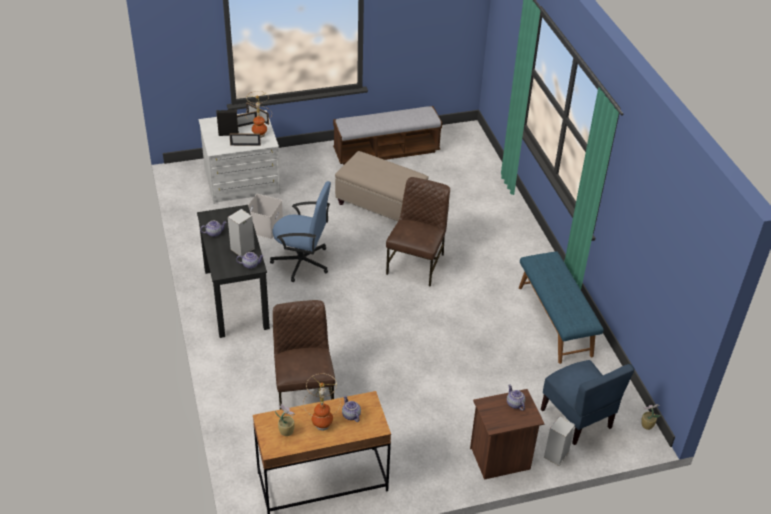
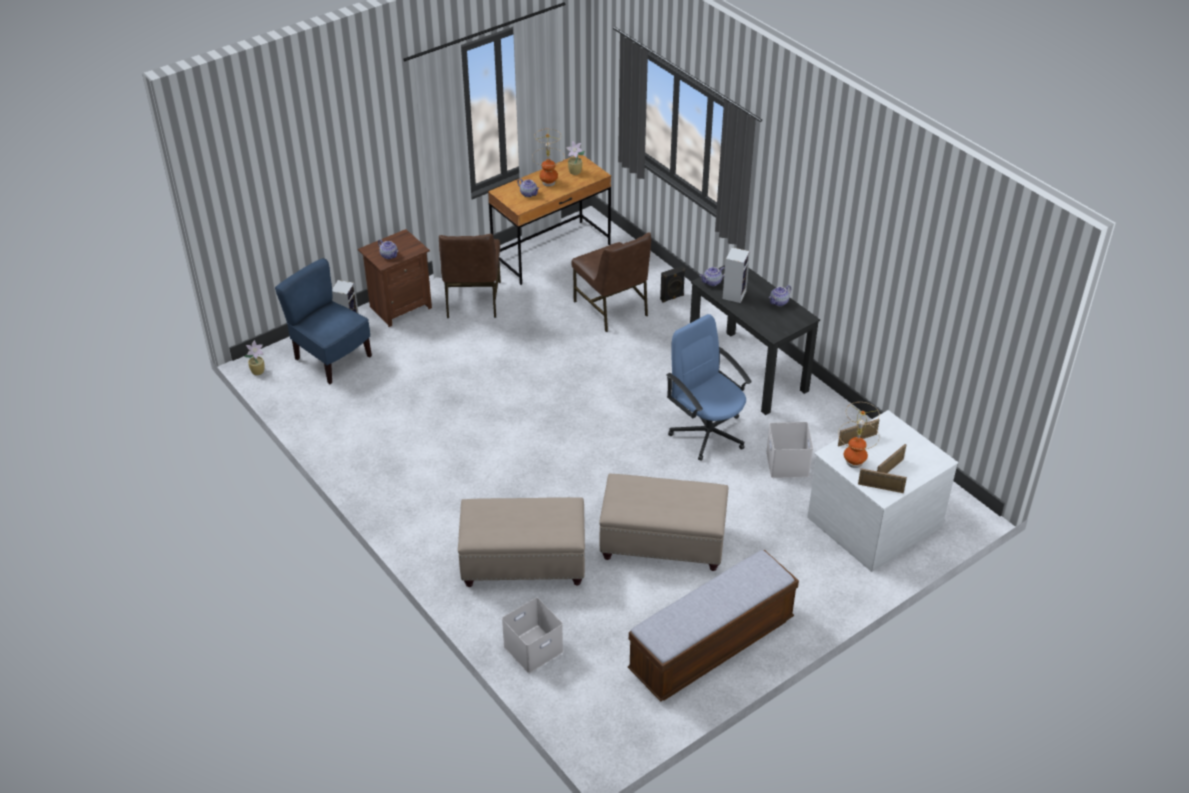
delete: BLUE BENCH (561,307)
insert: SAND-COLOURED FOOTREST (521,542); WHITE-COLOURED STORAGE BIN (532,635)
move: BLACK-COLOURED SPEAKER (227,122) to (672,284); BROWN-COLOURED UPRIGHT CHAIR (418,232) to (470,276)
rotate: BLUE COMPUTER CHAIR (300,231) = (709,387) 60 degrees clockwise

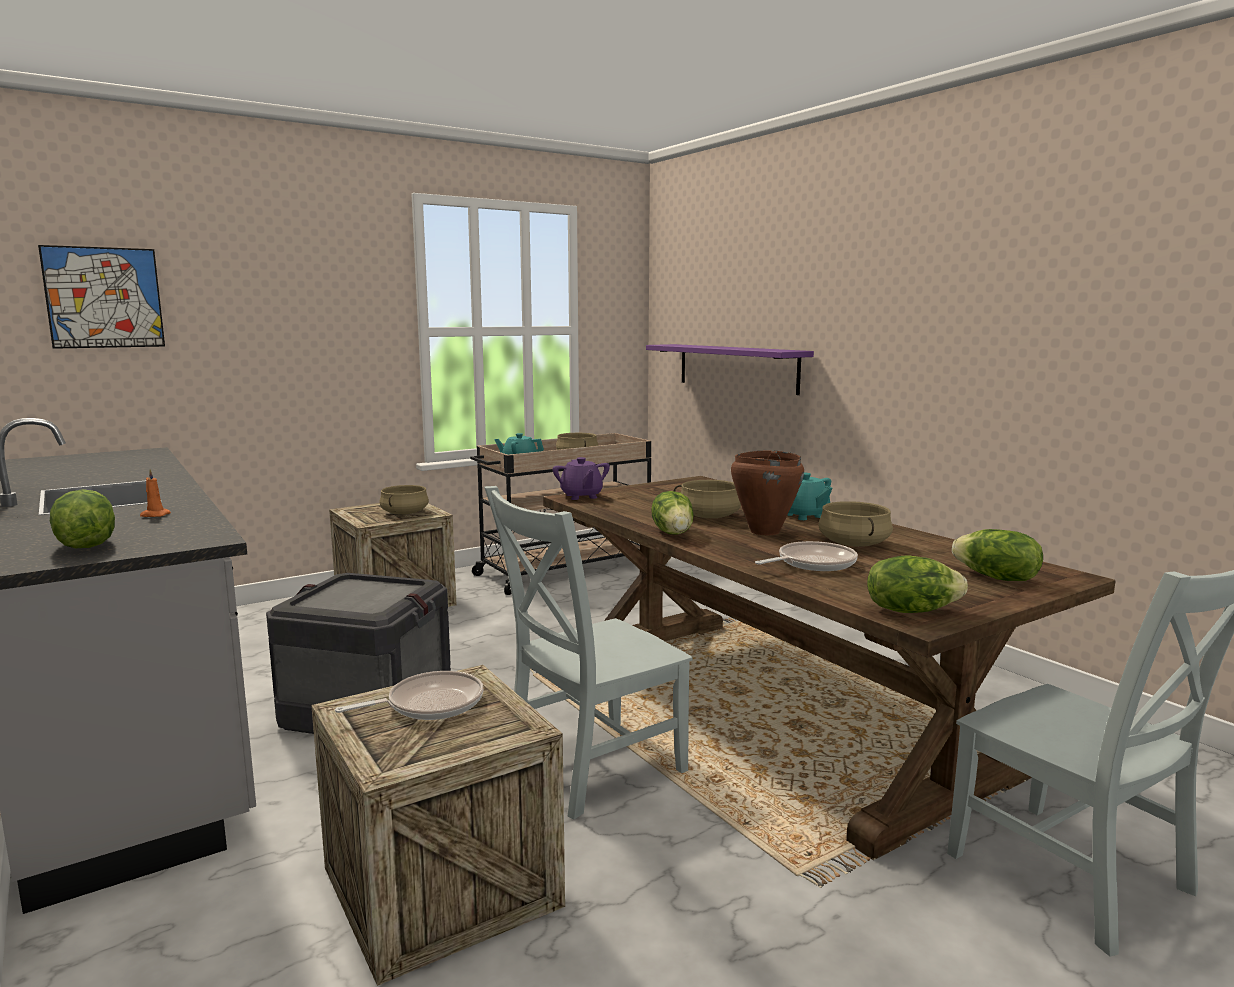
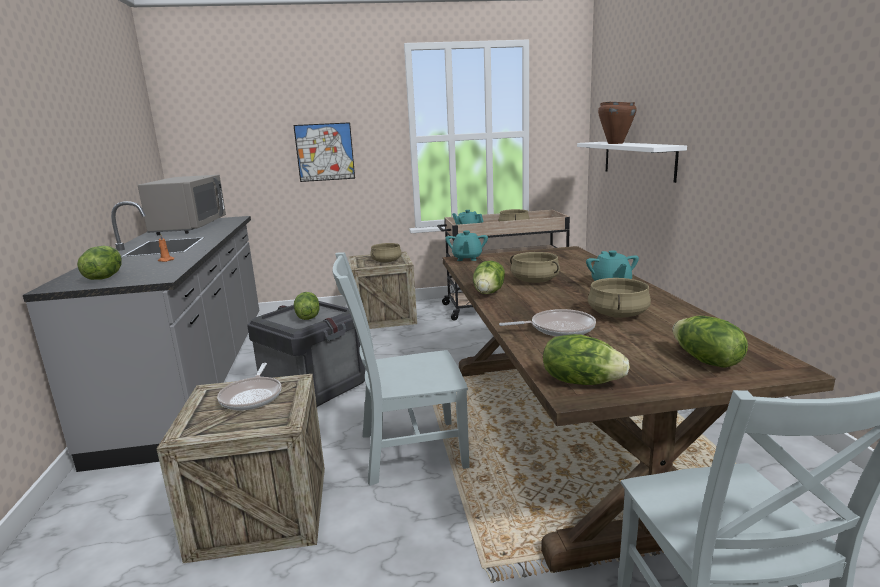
insert: GRAY MICROWAVE OVEN (182,205); HEAD OF LETTUCE (306,306)
move: PICTURE (101,297) to (324,152); BROWN-COLOURED SAUCEPOT (767,492) to (617,122)
recolor: PURPLISH WALL SHELF (730,369) to WHITE-COLOURED WALL SHELF (632,162); PURPLISH POT FOR TEA (581,478) to TURQUOISE-COLOURED POT FOR TEA (466,245)
rotate: PAN (409,695) = (249,387) 90 degrees clockwise

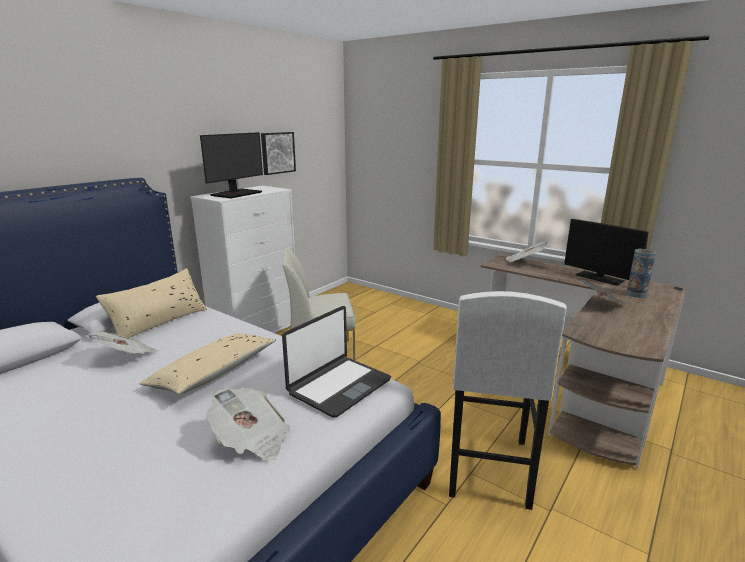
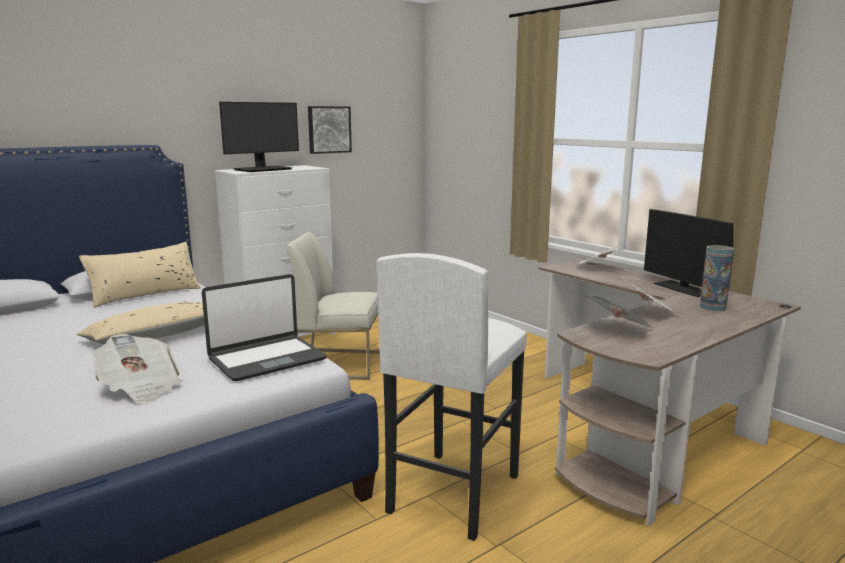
move: PRINTED PAPER (122,343) to (619,311)

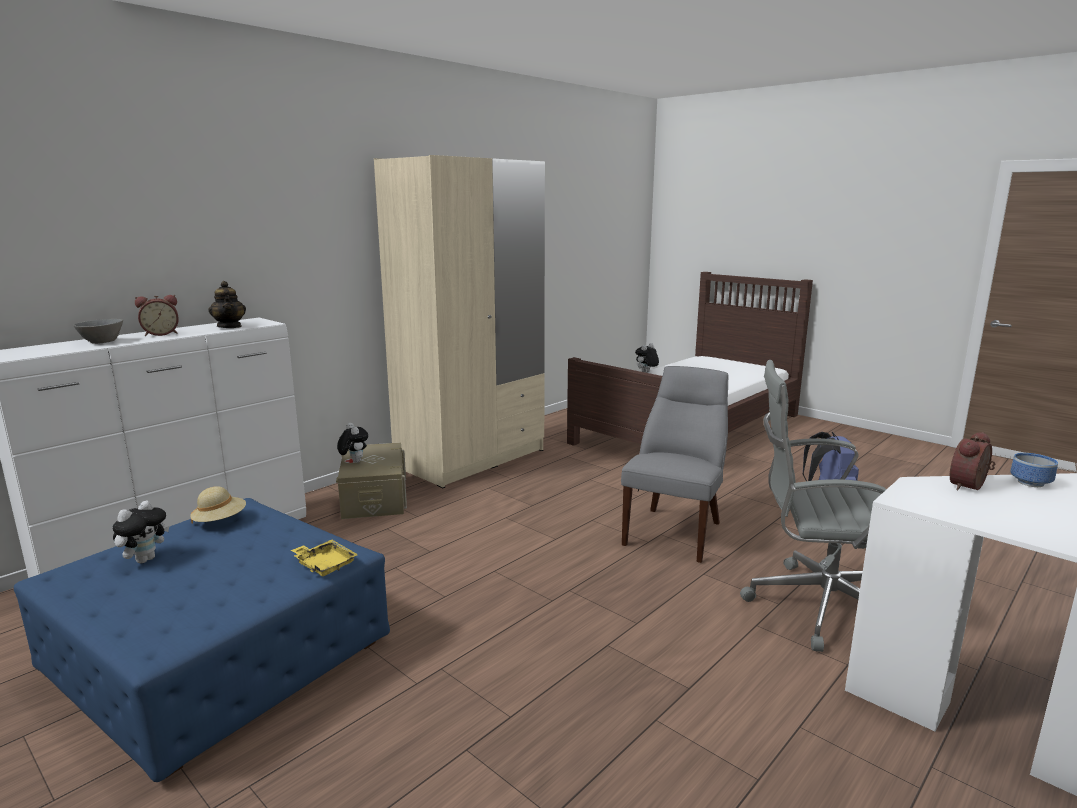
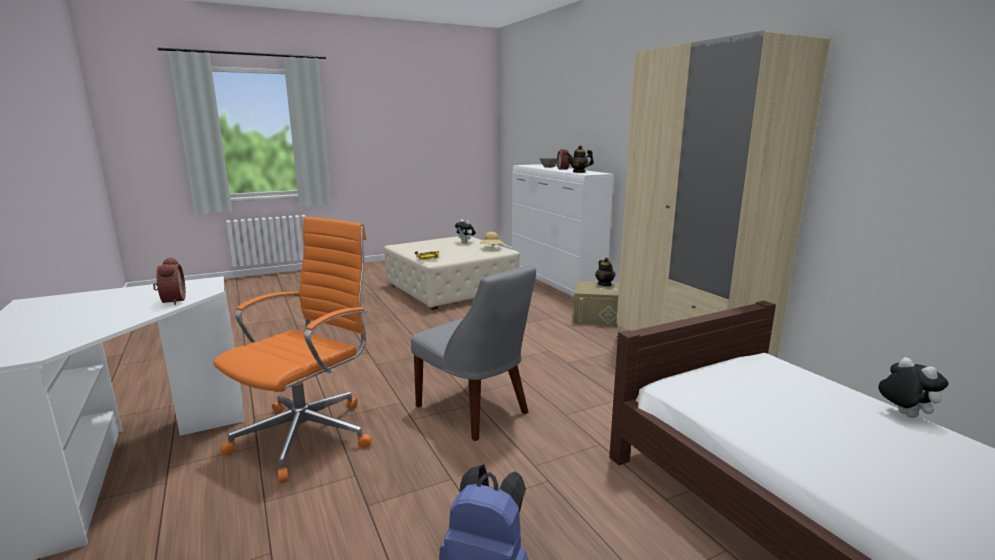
delete: BOWL (1034,470)
replace: CUDDLY TOY (352,443) to POT FOR TEA (605,272)
recolor: GRAY COMPUTER CHAIR (813,506) to ORANGE COMPUTER CHAIR (292,350); BLUE FOOTREST (202,640) to SAND-COLOURED FOOTREST (452,273)

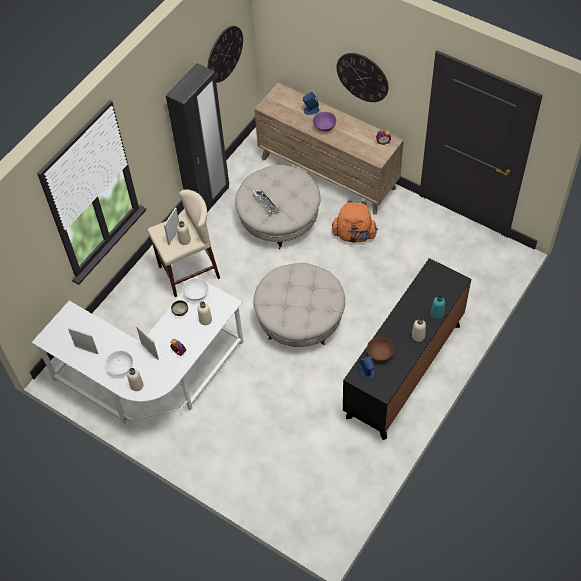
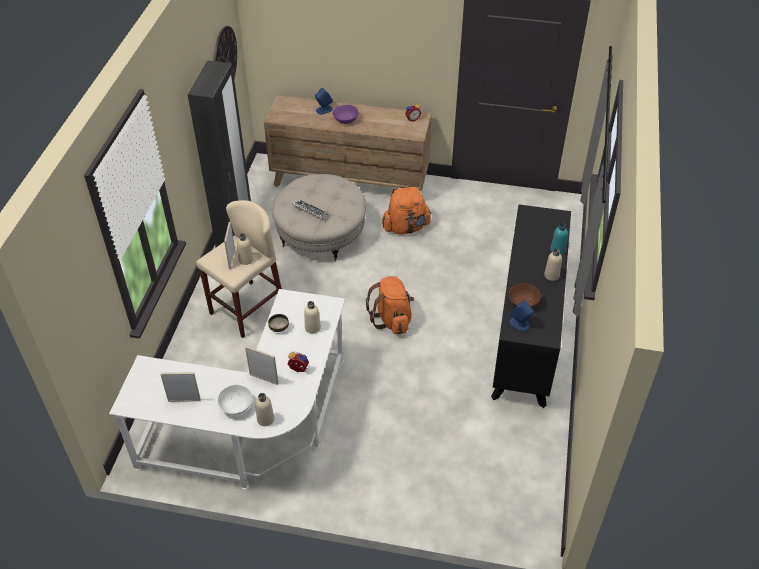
delete: CLOCK ON THE WALL (363,77); WHITE-COLOURED BOWL (195,289)
replace: SAND-COLOURED FOOTREST (299,305) to ORANGE KNAPSACK (390,305)

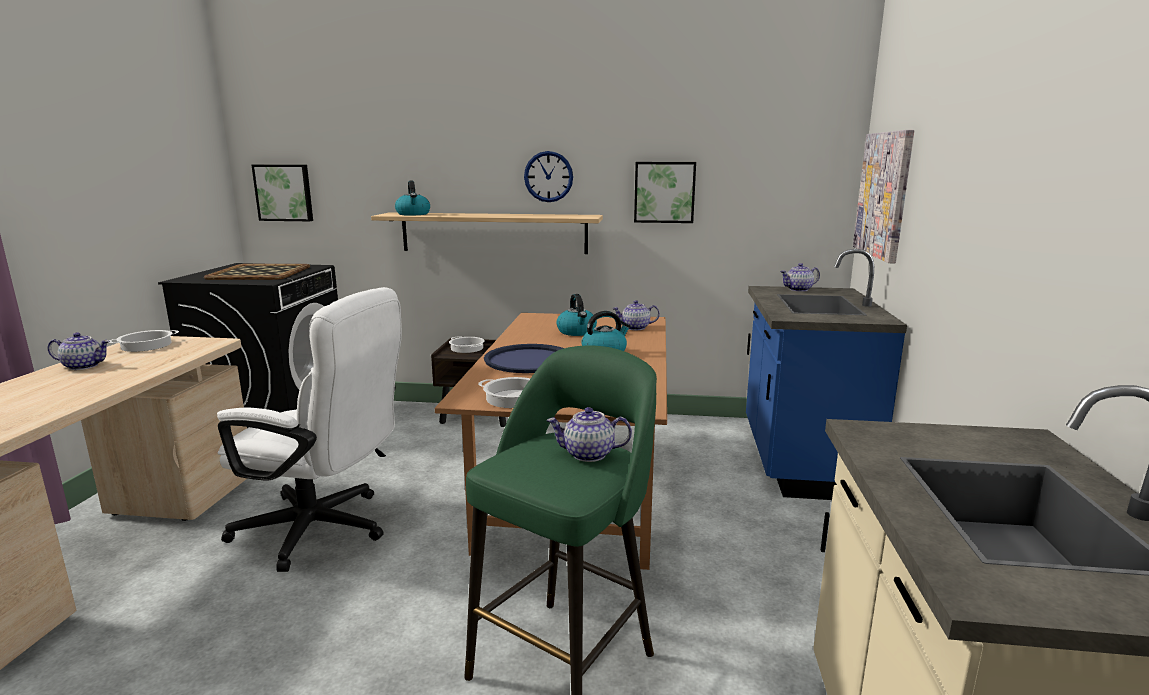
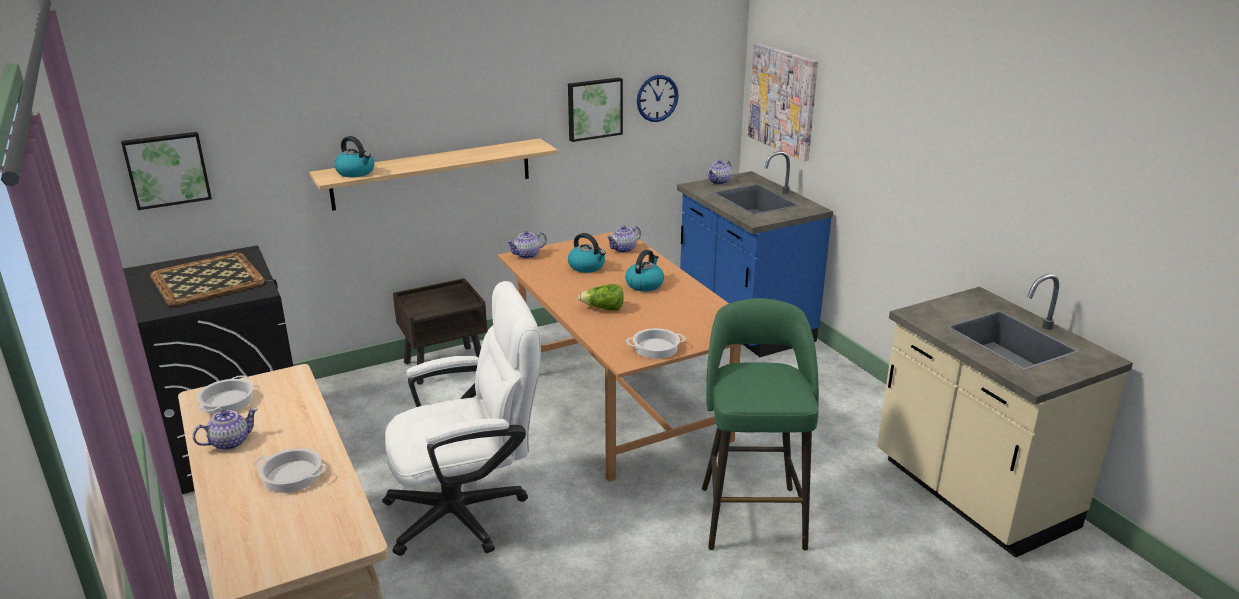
move: CLOCK ON THE WALL (548,176) to (658,98); SAUCEPOT (467,344) to (290,470); POT FOR TEA (589,434) to (527,245)
replace: BLUE SERVING TRAY (524,358) to HEAD OF LETTUCE (601,297)

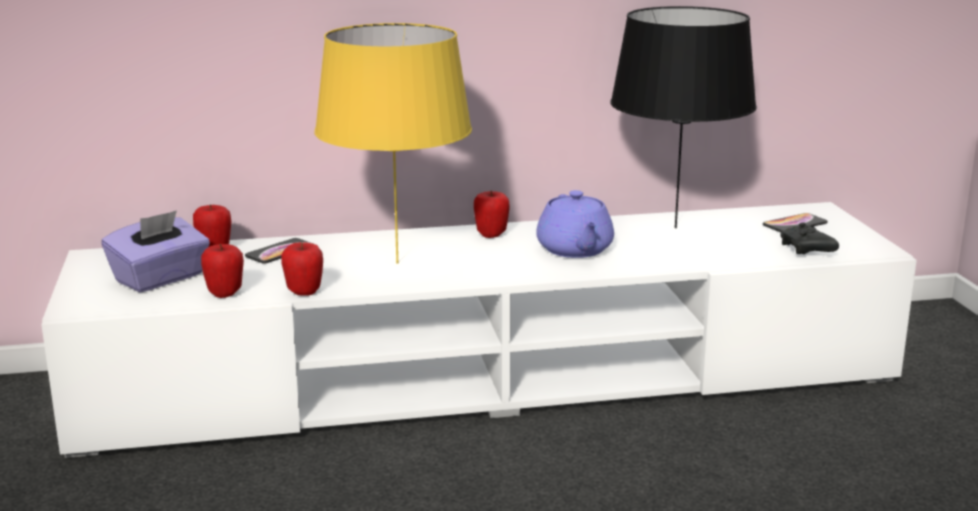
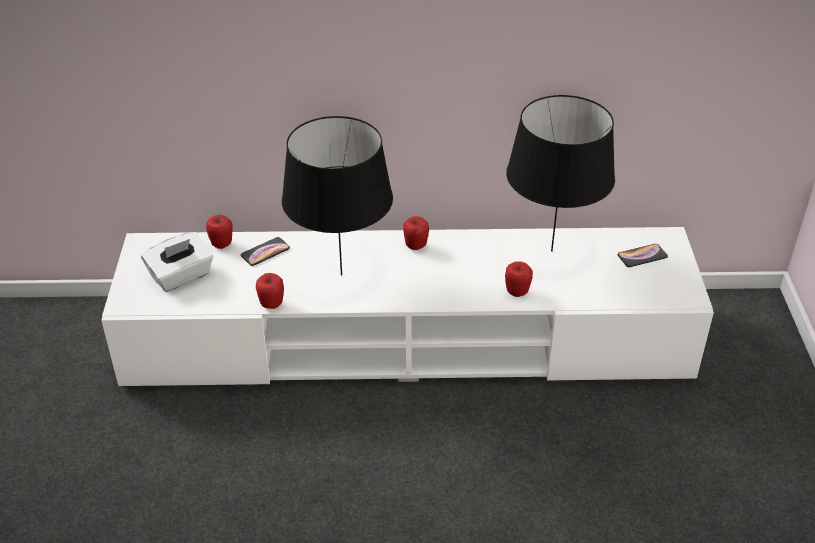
delete: PURPLISH POT FOR TEA (575,224); BLACK-COLOURED GAMEPAD (809,238)
move: APPLE (222,271) to (519,279)
recolor: YELLOW-COLOURED TABLETOP LAMP (393,143) to BLACK-COLOURED TABLETOP LAMP (337,196); PURPLISH BOX OF TISSUES (155,251) to WHITE-COLOURED BOX OF TISSUES (177,262)

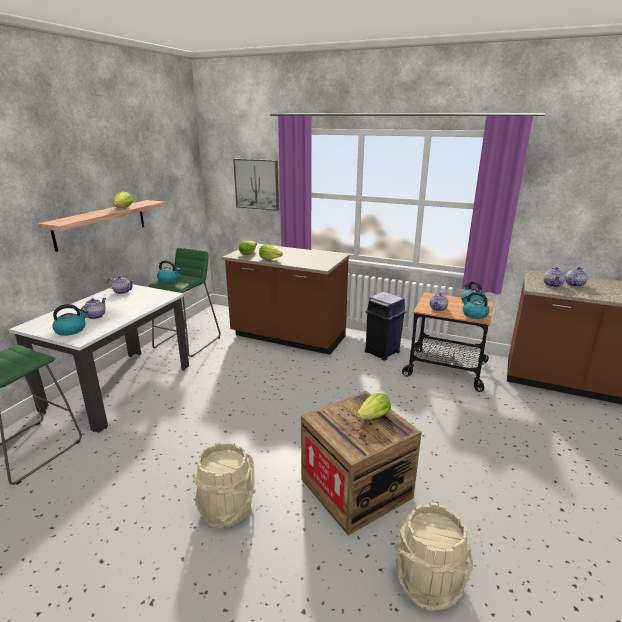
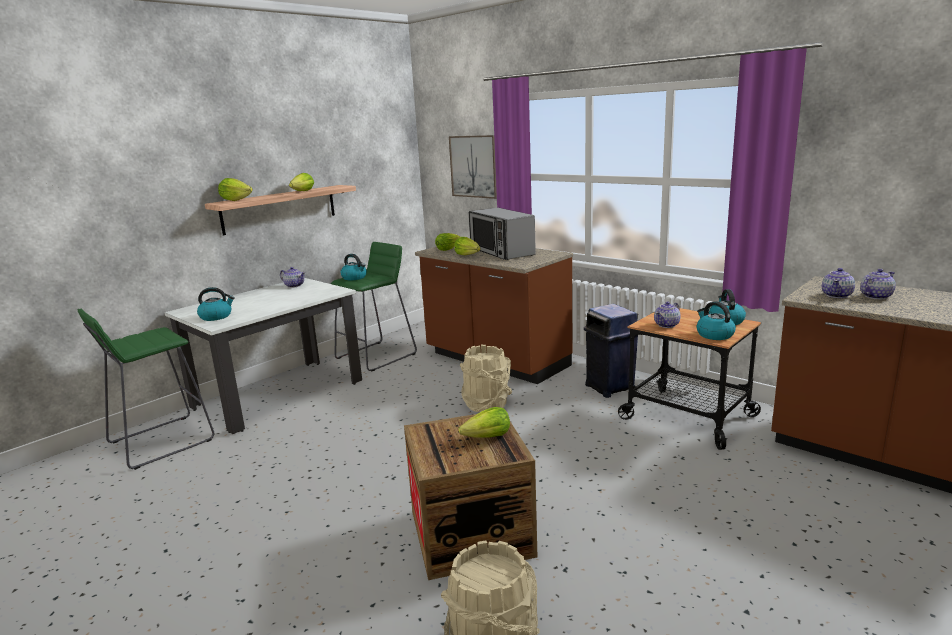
delete: POT FOR TEA (93,308)
insert: HEAD OF LETTUCE (235,189); MICROWAVE OVEN (502,234)
move: SAND-COLOURED BUCKET (224,485) to (486,378)

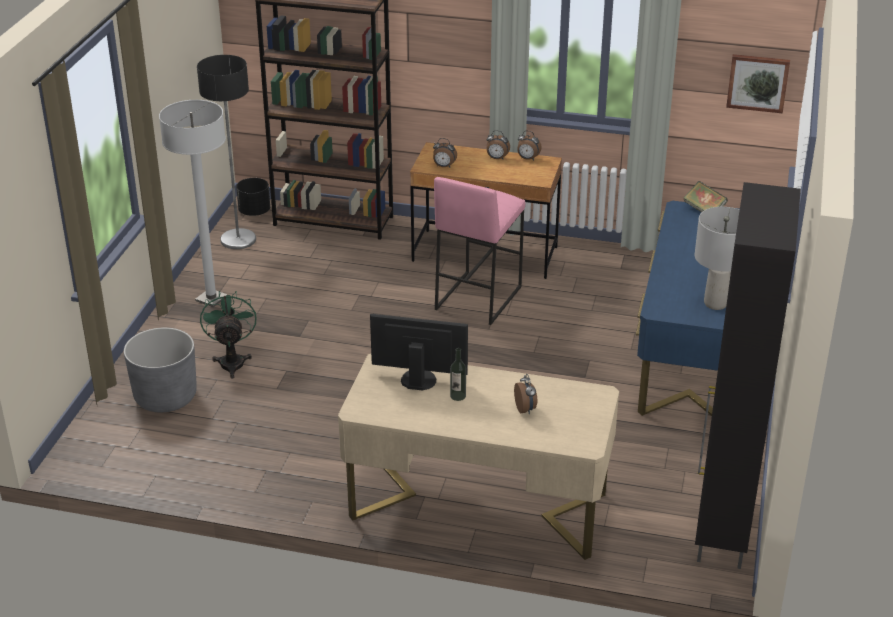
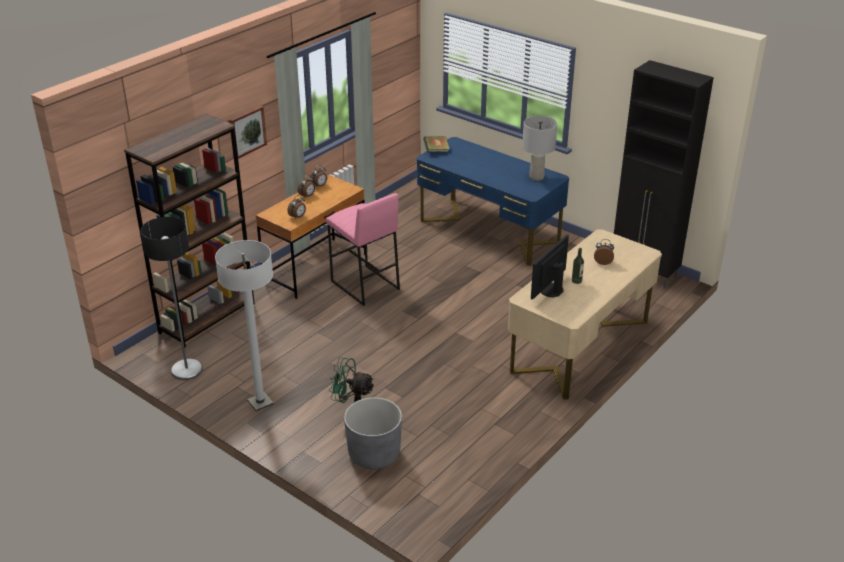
delete: BLACK-COLOURED PLANT POT (253,197)
move: PICTURE (758,83) to (248,132)

